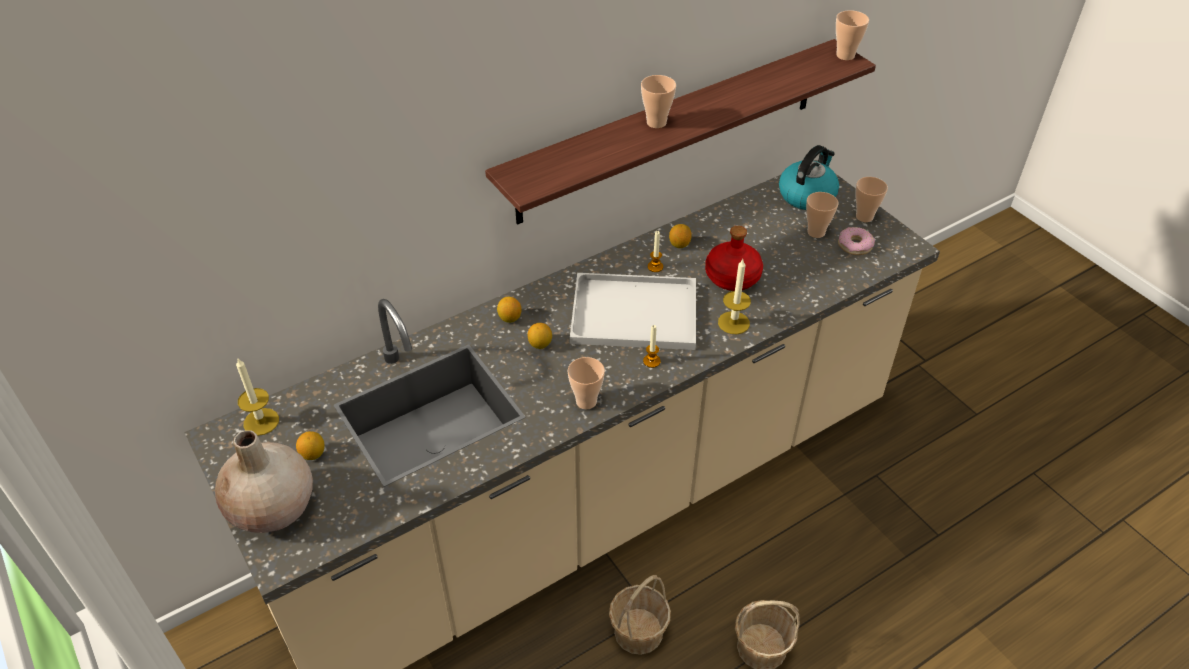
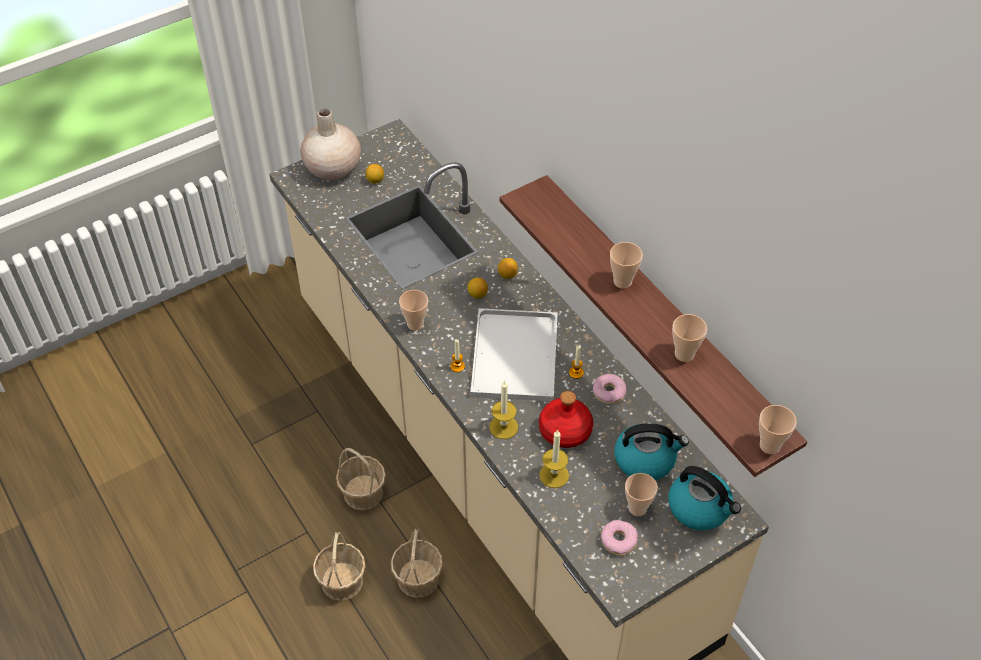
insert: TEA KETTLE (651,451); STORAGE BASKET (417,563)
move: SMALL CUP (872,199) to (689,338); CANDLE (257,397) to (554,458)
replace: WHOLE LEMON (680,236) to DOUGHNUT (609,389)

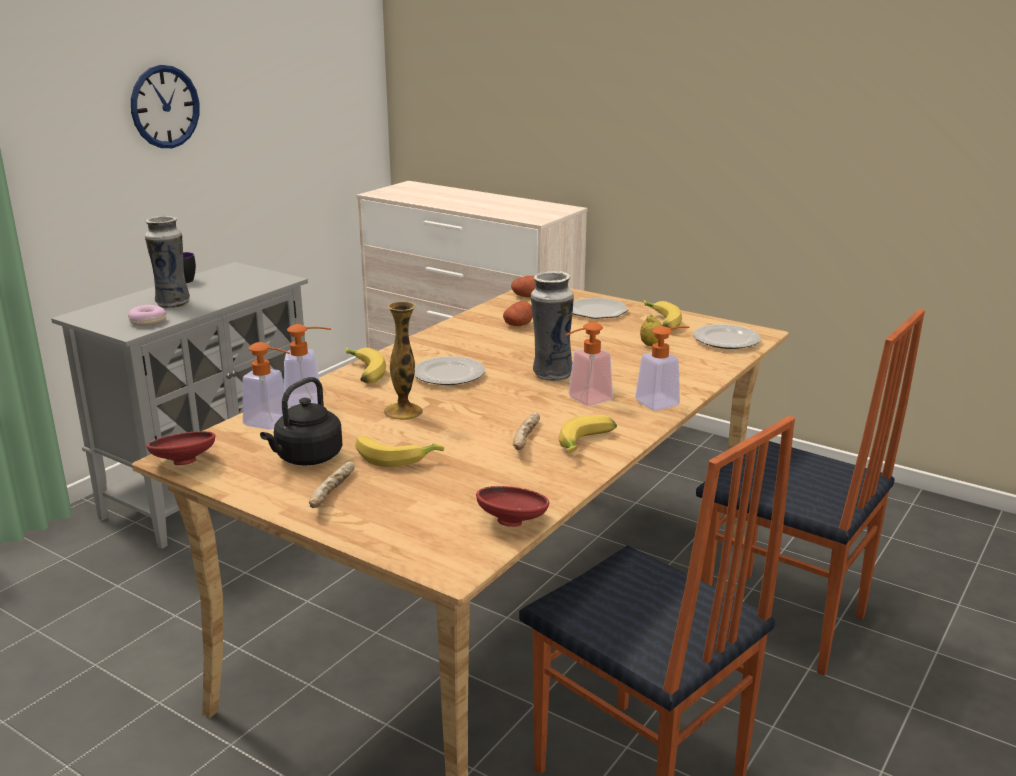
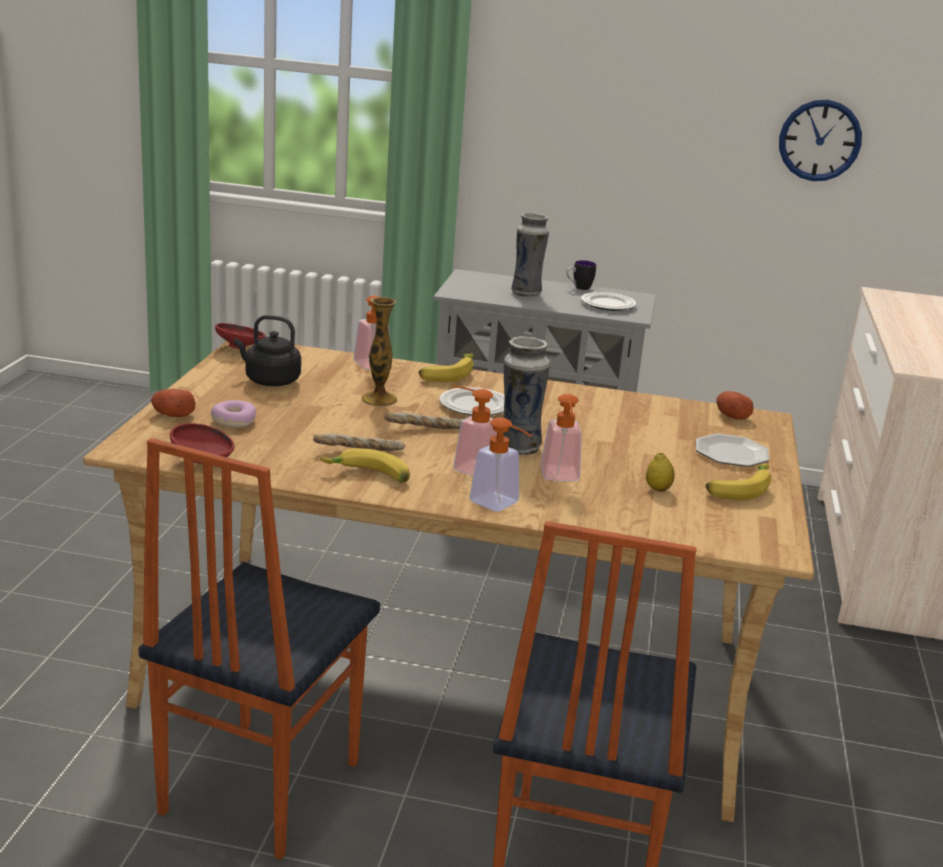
delete: BANANA FRUIT (399,451)
move: CLOCK ON THE WALL (165,106) to (820,140); WHOLE POTATO (518,313) to (173,403); DOUGHNUT (147,315) to (233,414); FLAT DISH (727,336) to (609,301); SOAP BOTTLE (266,386) to (560,437); BAKERY BREAD (332,485) to (424,420)

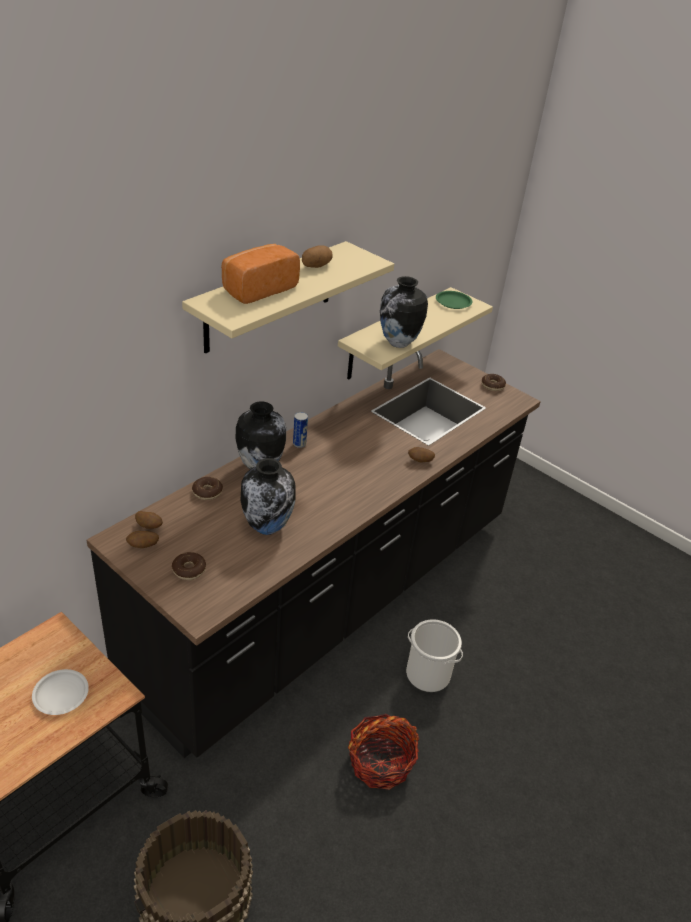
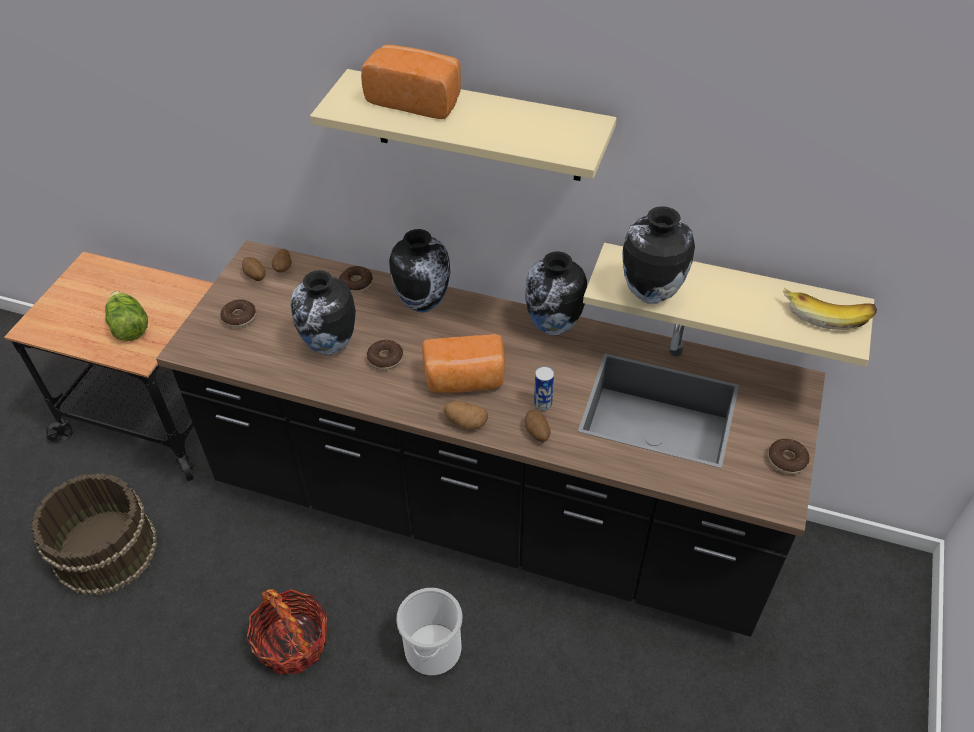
insert: FLOWER VASE (556,293); BAKERY BREAD (463,363); DOUGHNUT (385,355)
move: WHOLE POTATO (317,256) to (466,415); METAL CAN (300,430) to (544,388)
replace: GREENISH FLAT DISH (454,300) to BANANA FRUIT (830,308); WHITE-COLOURED FLAT DISH (60,692) to HEAD OF LETTUCE (126,316)

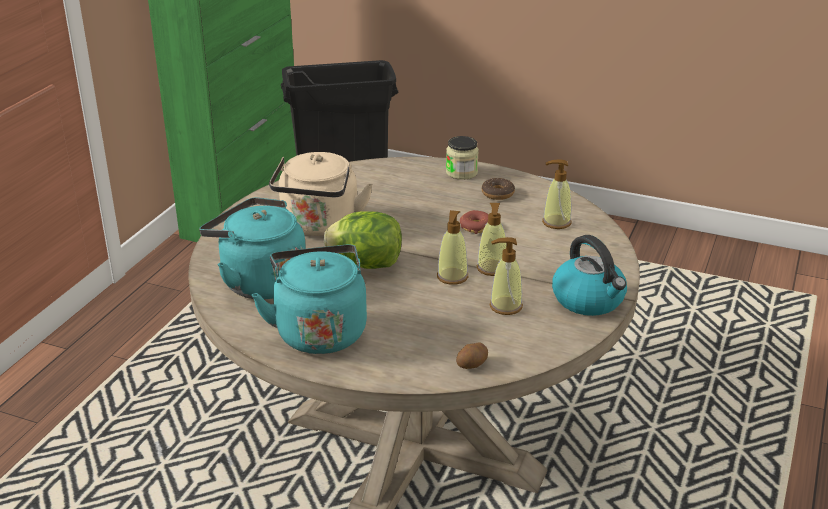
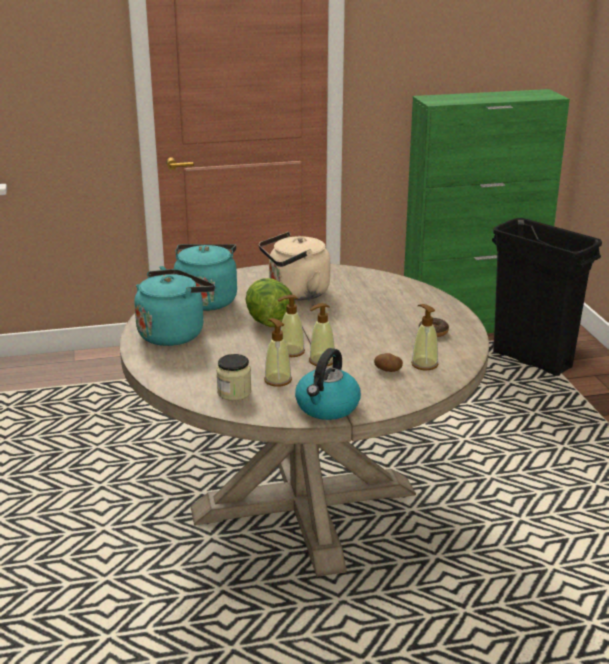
delete: DOUGHNUT (474,222)
move: JAR (462,158) to (234,377); WHOLE POTATO (472,355) to (388,362)

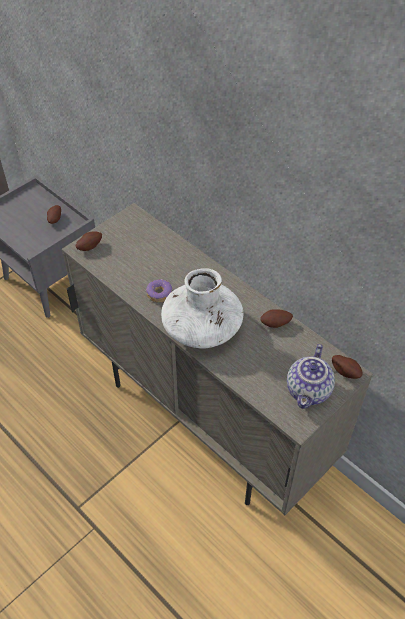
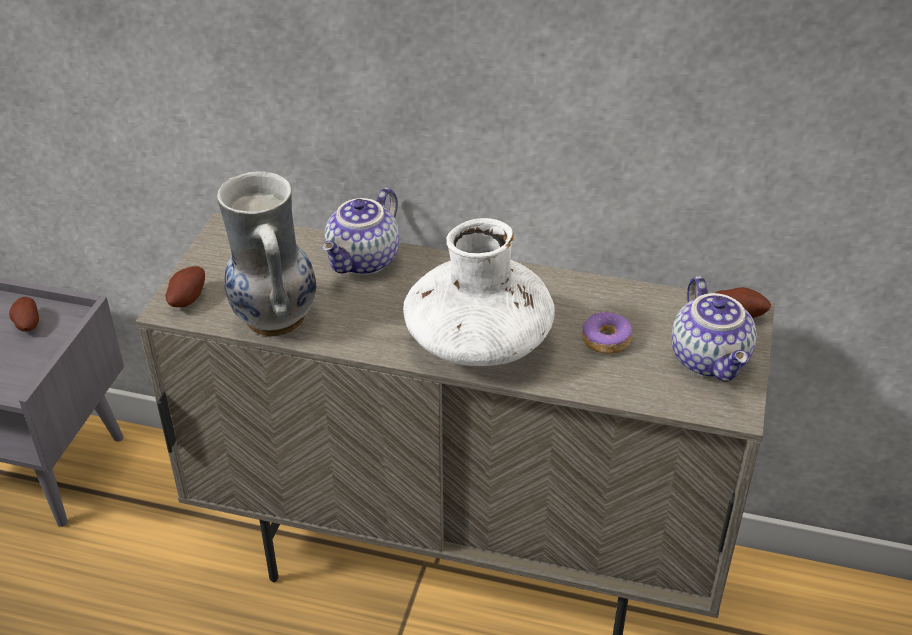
delete: WHOLE POTATO (276,318)
insert: FLOWER VASE (266,254); POT FOR TEA (361,231)
move: DOUGHNUT (159,291) to (607,332)

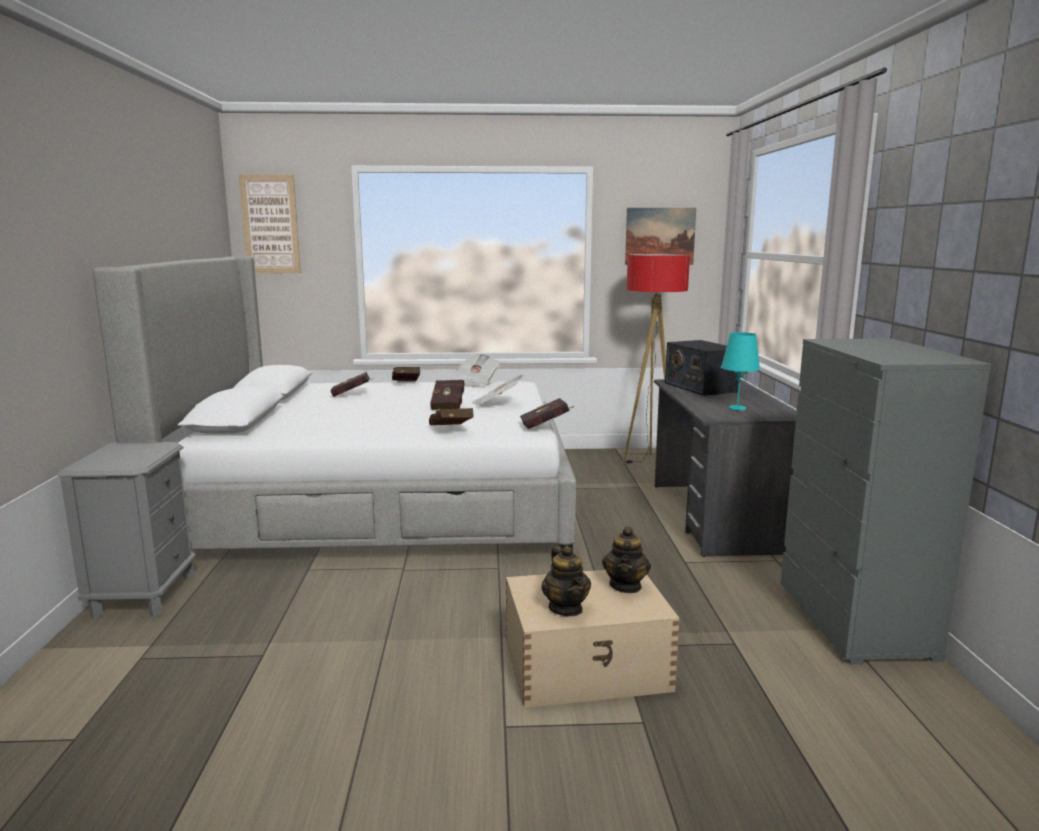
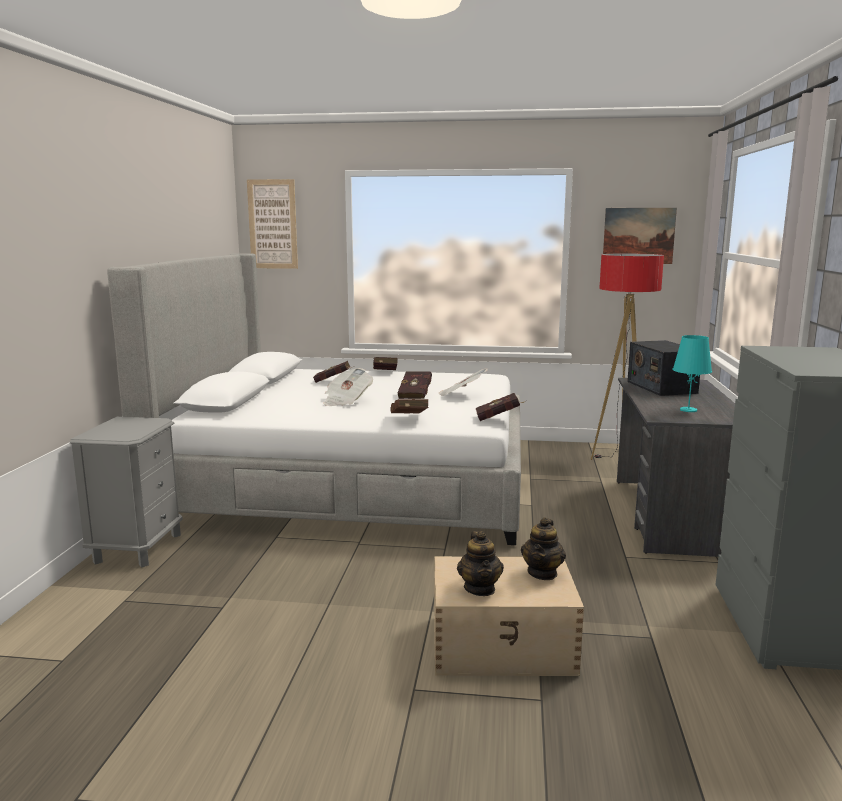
move: PRINTED PAPER (478,371) to (348,387)

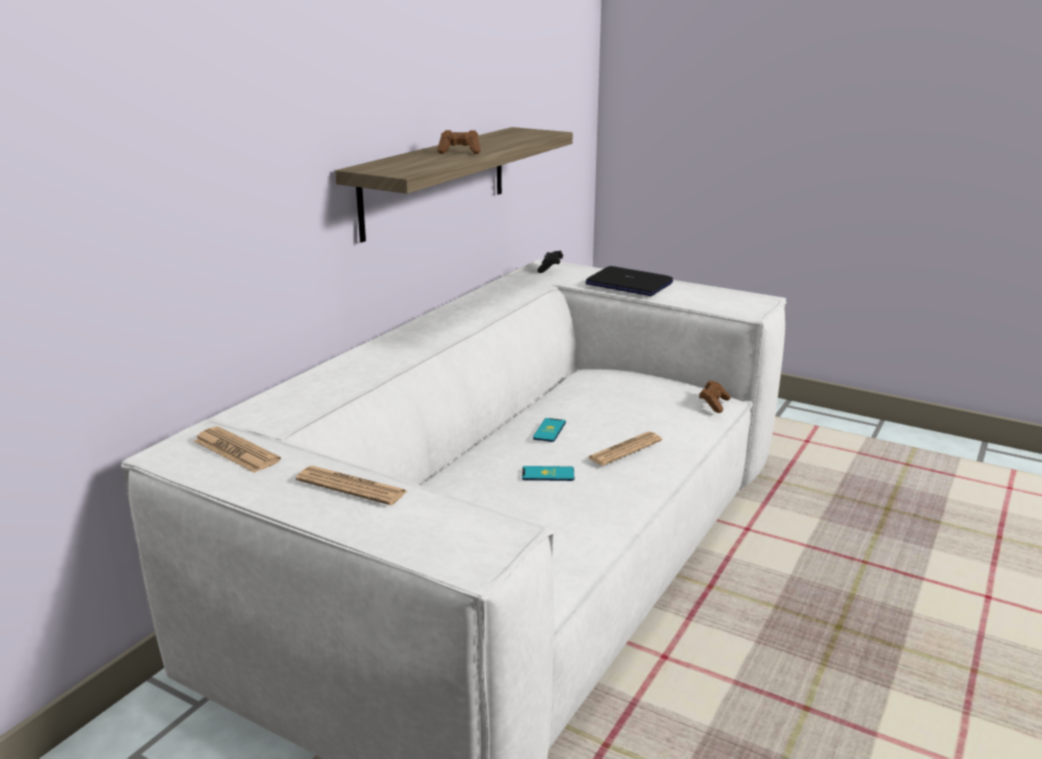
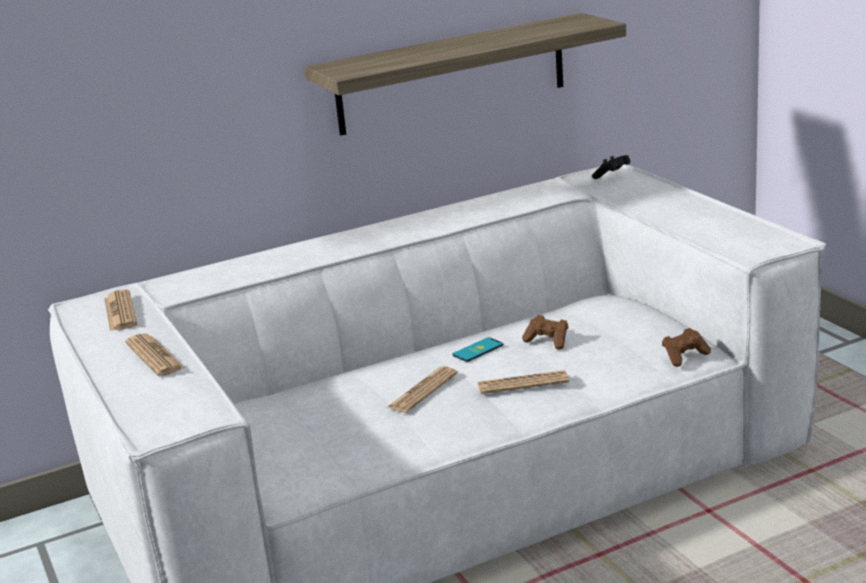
delete: LAPTOP (629,281)
move: BROWN-COLOURED GAMEPAD (459,142) to (545,332)
replace: TELEPHONE (548,473) to PRINTED PAPER (422,389)

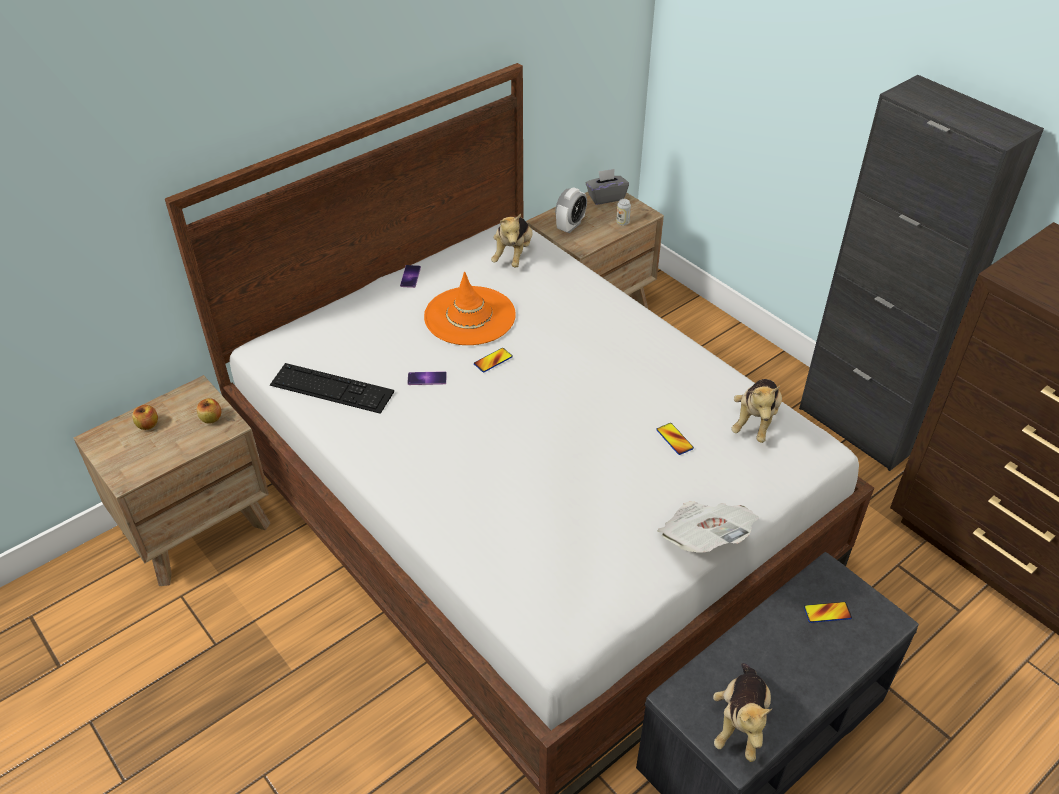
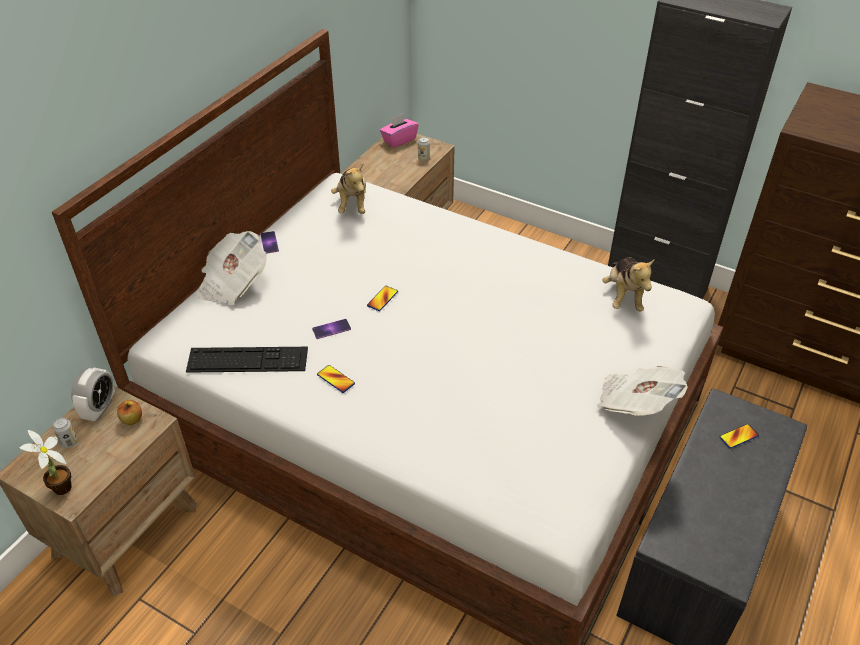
delete: ORANGE CLOTHING HAT (470,308); CUDDLY TOY (742,712)
insert: PRINTED PAPER (231,268); HOUSEPLANT (46,462)
move: TABLE CLOCK (571,210) to (93,394); TELEPHONE (675,439) to (336,379)
replace: APPLE (145,417) to METAL CAN (65,432)
recolor: GRAY BOX OF TISSUES (607,187) to PINK-COLOURED BOX OF TISSUES (399,130)

